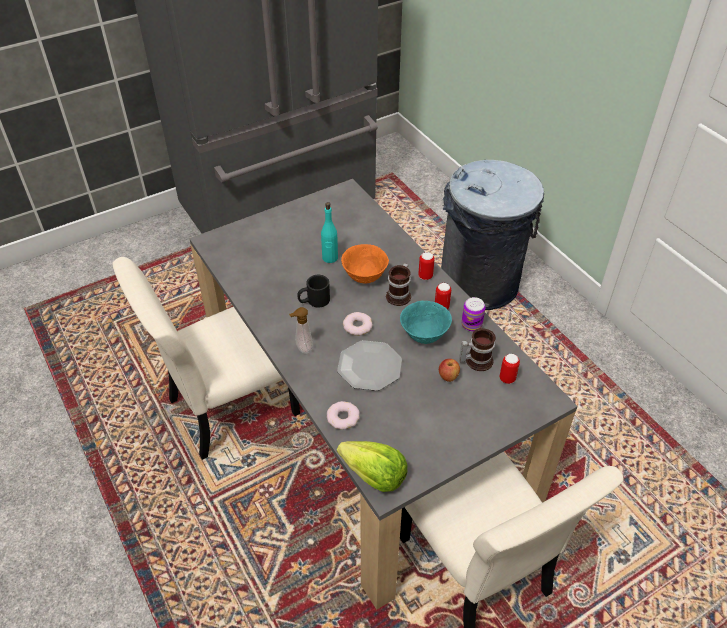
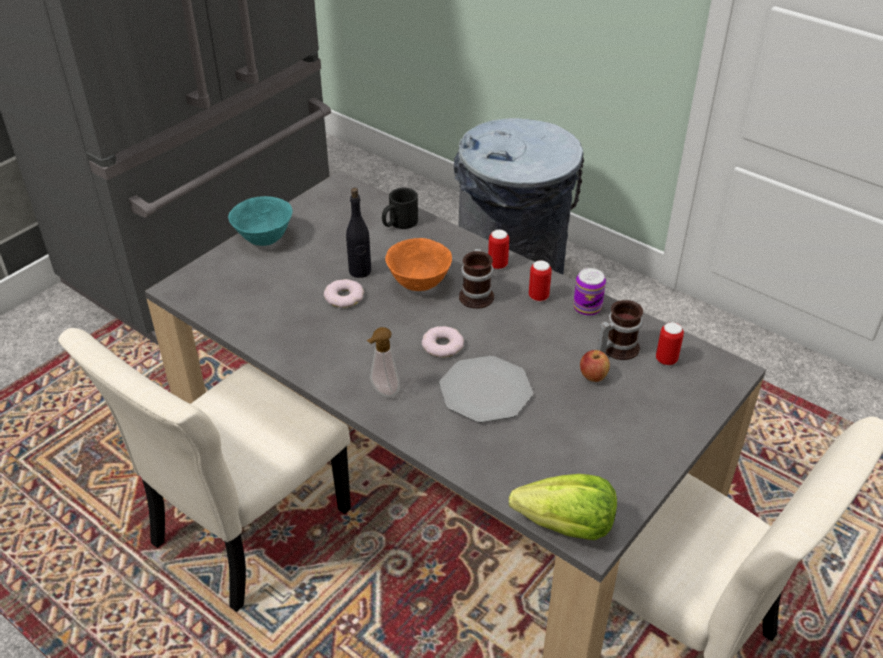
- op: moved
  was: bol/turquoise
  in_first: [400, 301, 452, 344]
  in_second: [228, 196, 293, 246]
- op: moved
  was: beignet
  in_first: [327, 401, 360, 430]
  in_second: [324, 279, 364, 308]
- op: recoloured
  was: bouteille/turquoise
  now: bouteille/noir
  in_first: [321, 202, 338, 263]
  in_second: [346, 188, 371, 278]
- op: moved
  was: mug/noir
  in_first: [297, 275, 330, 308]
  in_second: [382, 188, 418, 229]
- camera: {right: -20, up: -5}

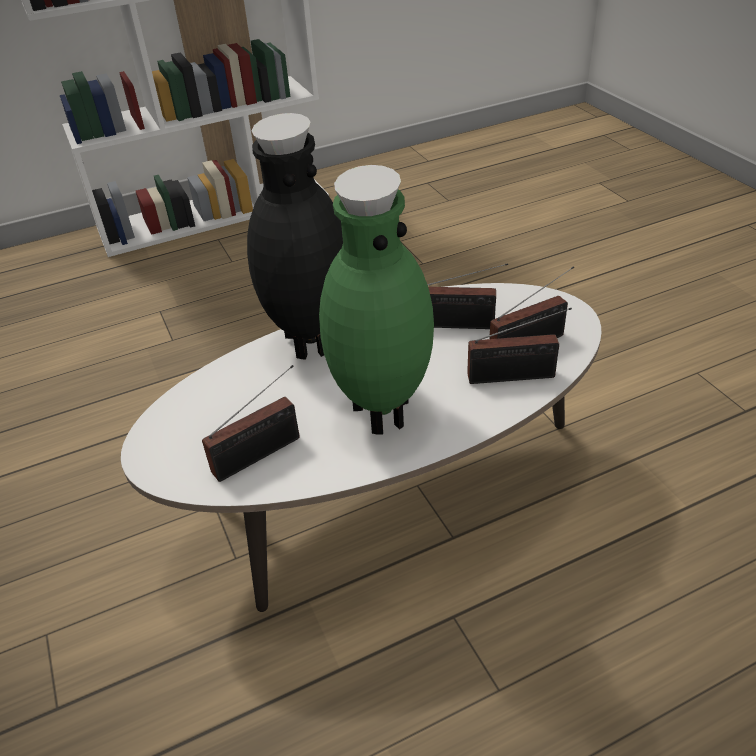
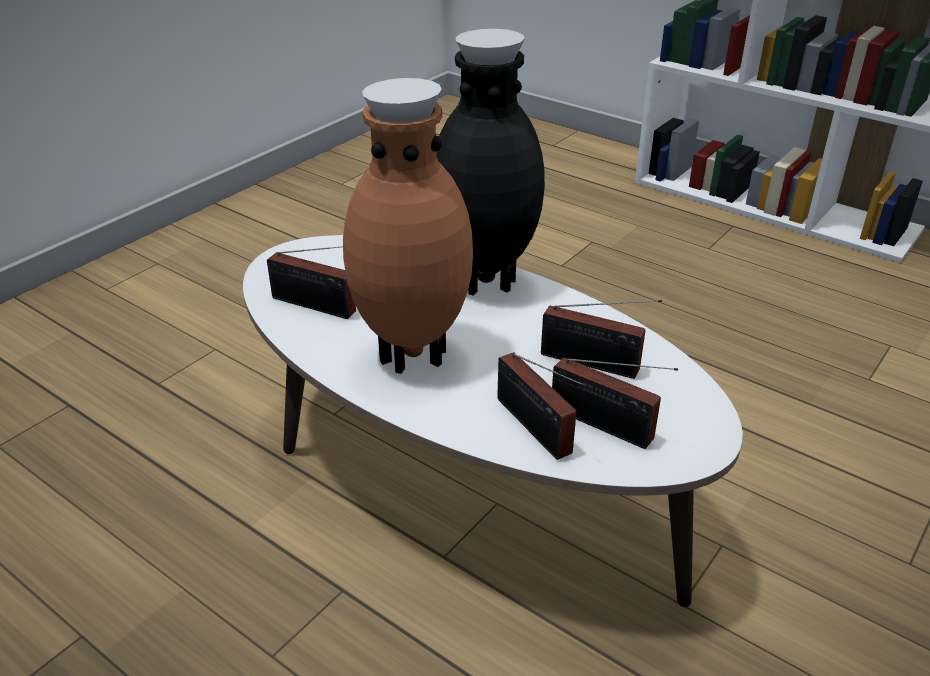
- op: recoloured
  was: vase/vert
  now: vase/marron
  in_first: [319, 165, 434, 435]
  in_second: [343, 78, 473, 374]
- op: turned
  was: radio
  in_first: [427, 263, 508, 329]
  in_second: [541, 300, 662, 379]
  clockwise: -45
- camera: {right: 60, up: -5}

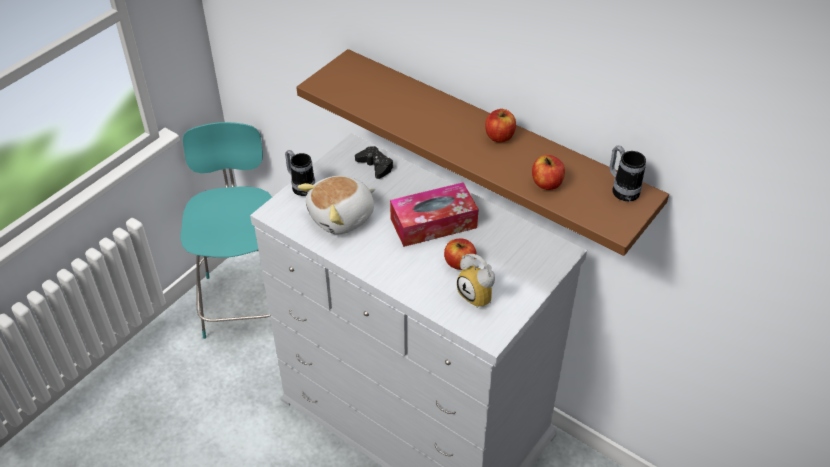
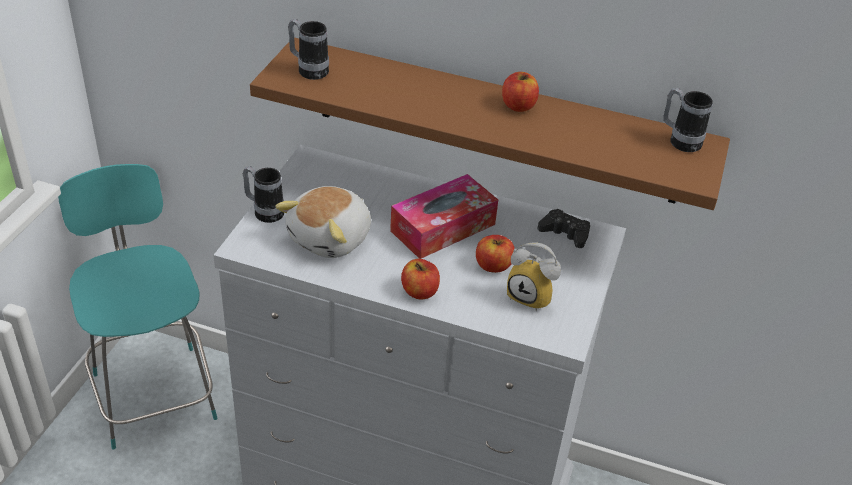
- op: added
  now: mug
  in_second: [288, 19, 329, 80]
- op: moved
  was: pomme
  in_first: [532, 155, 565, 190]
  in_second: [401, 259, 440, 300]
- op: moved
  was: manette/noir
  in_first: [355, 146, 393, 179]
  in_second: [537, 209, 590, 248]
- camera: {right: -20, up: -5}

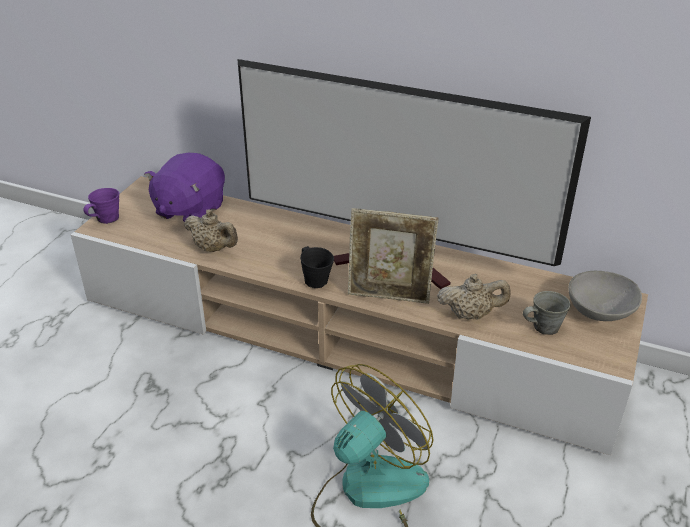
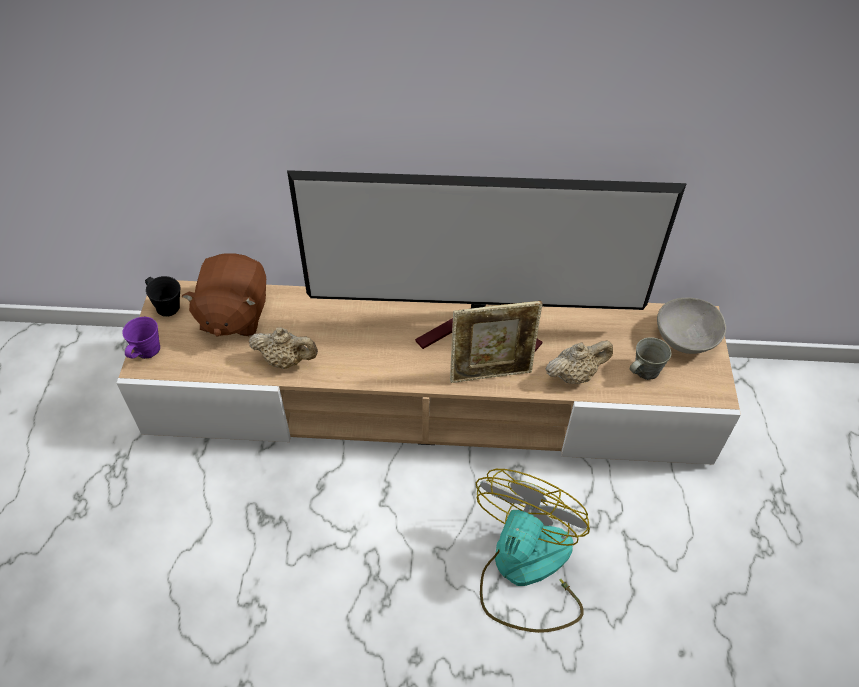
- op: moved
  was: mug/noir
  in_first: [300, 246, 334, 288]
  in_second: [145, 276, 180, 317]
- op: recoloured
  was: peluche/violet
  now: peluche/marron
  in_first: [144, 153, 225, 222]
  in_second: [182, 253, 266, 337]
- camera: {right: -20, up: 15}

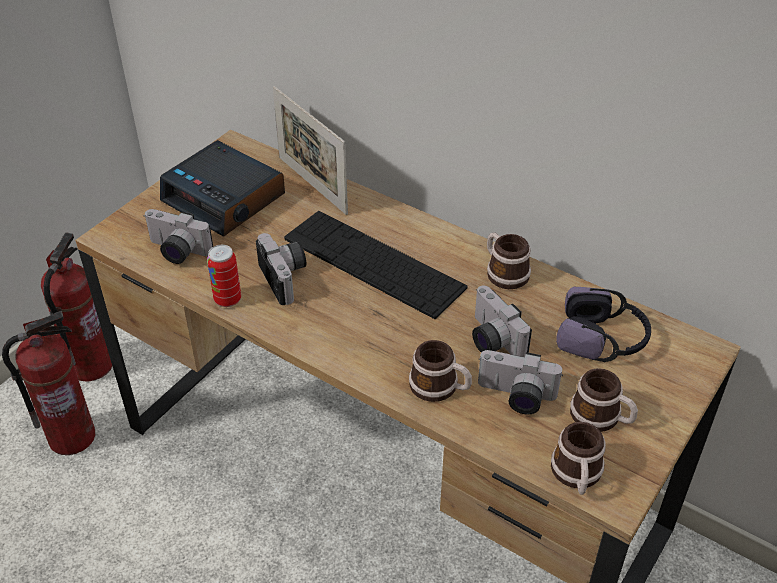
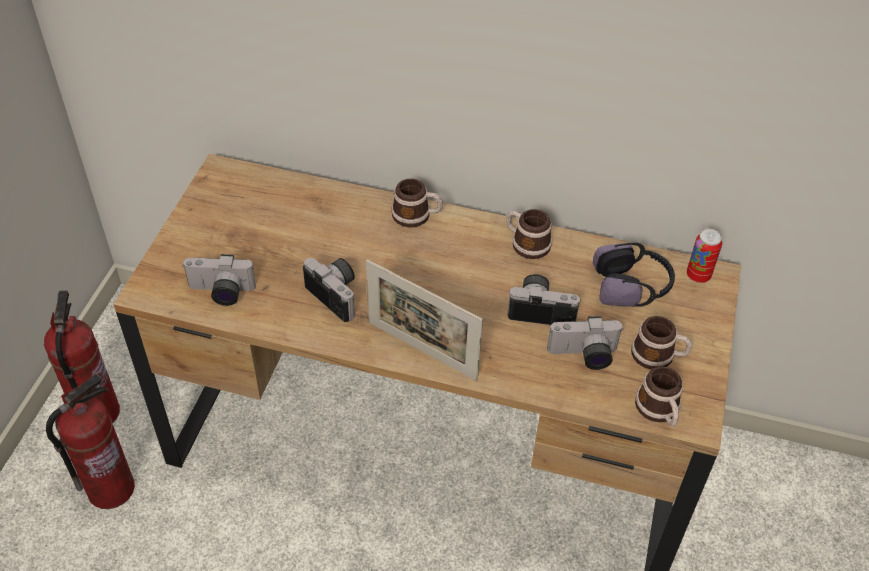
- op: moved
  was: cadre photo
  in_first: [273, 86, 348, 215]
  in_second: [366, 259, 483, 381]
- op: moved
  was: mug
  in_first: [409, 340, 472, 402]
  in_second: [391, 179, 443, 227]
- op: turned
  was: appareil photo
  in_first: [472, 285, 532, 357]
  in_second: [507, 274, 581, 325]
  clockwise: 150
- op: moved
  was: boîte métallique
  in_first: [207, 245, 241, 307]
  in_second: [687, 228, 722, 283]
- op: removed
  was: réveil
  in_first: [160, 140, 285, 237]
- op: removed
  was: clavier
  in_first: [284, 211, 468, 319]
- camera: {right: -20, up: 5}

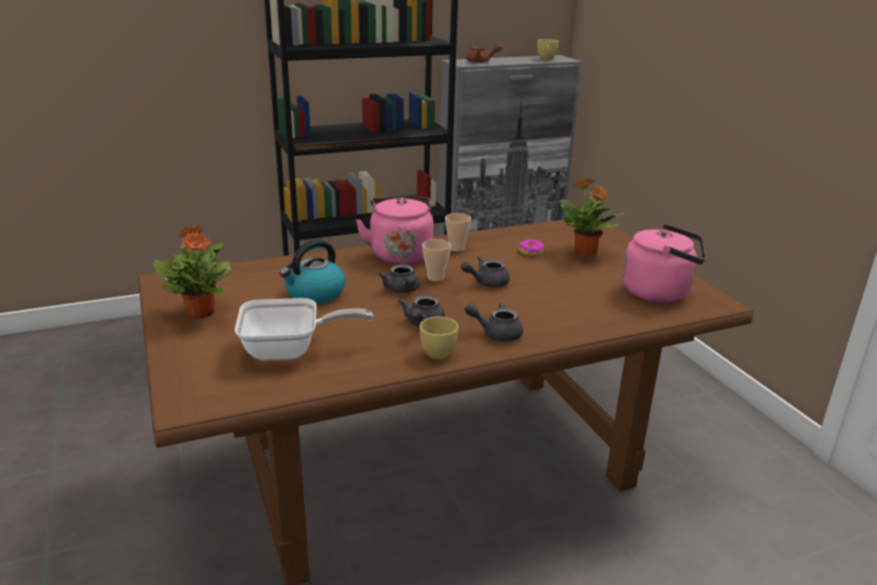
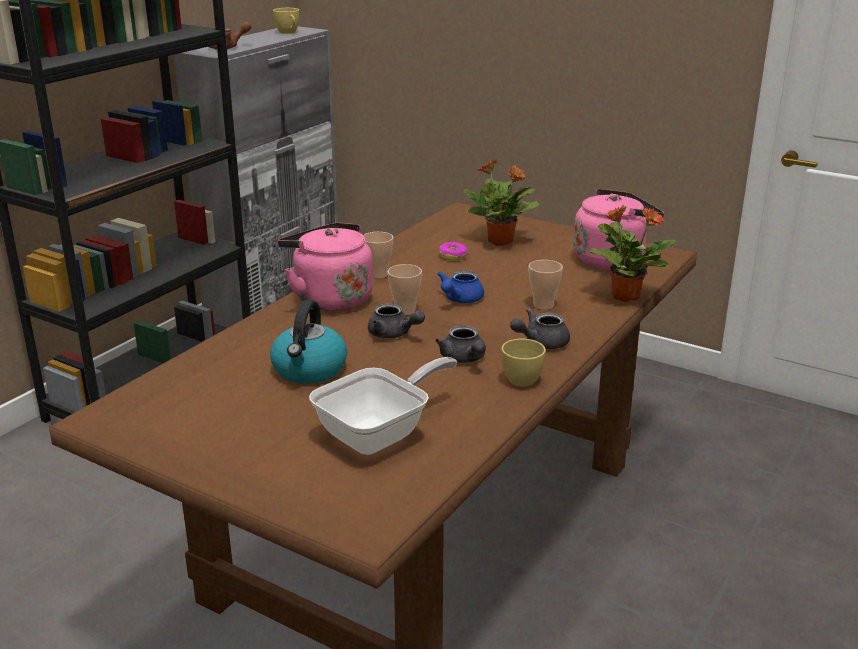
- op: recoloured
  was: théière/gris
  now: théière/bleu
  in_first: [461, 256, 510, 288]
  in_second: [437, 271, 484, 303]
- op: added
  now: tasse
  in_second: [528, 260, 563, 310]
- op: moved
  was: plante en pot
  in_first: [153, 225, 231, 318]
  in_second: [586, 205, 676, 302]
- camera: {right: -35, up: 0}

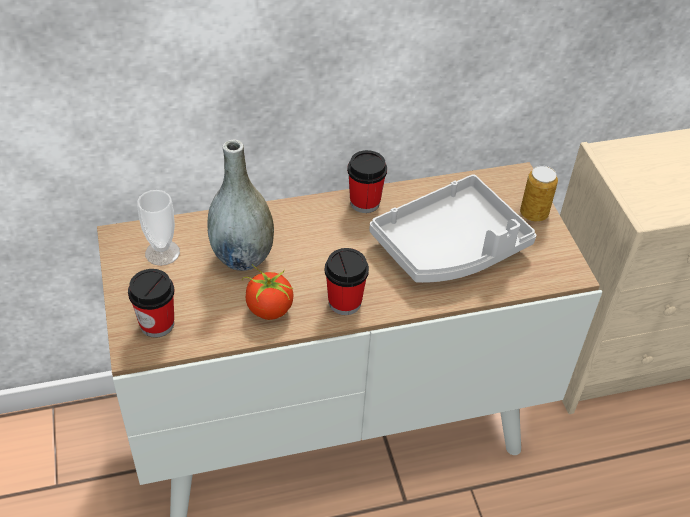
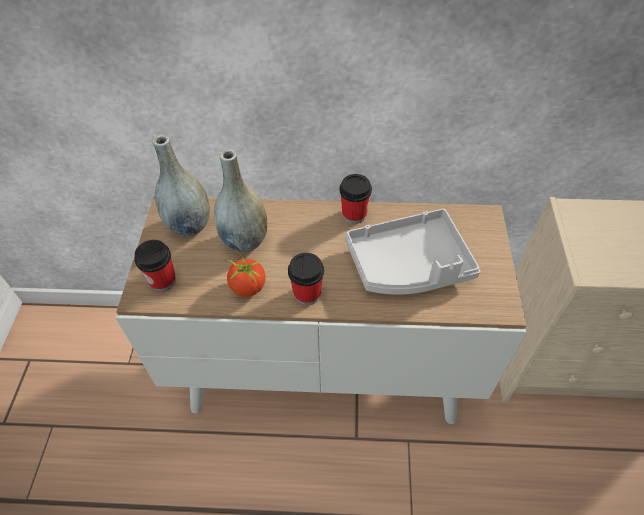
- op: replaced
  was: tasse
  now: vase/gris
  in_first: [137, 190, 180, 266]
  in_second: [152, 135, 210, 237]
- op: removed
  was: boîte métallique
  in_first: [520, 166, 558, 222]
- camera: {right: 20, up: 5}

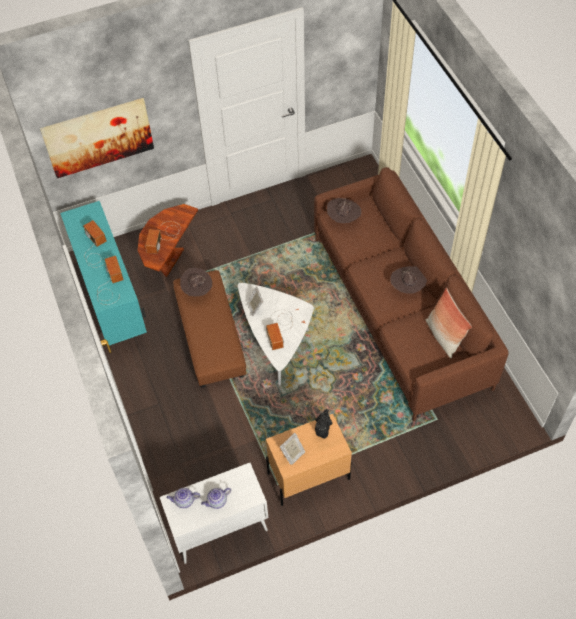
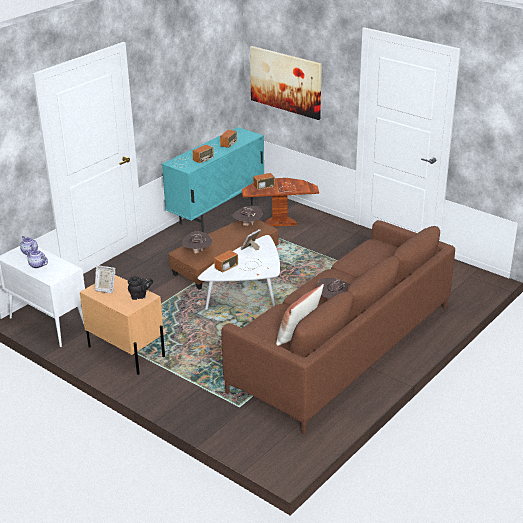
- op: moved
  was: chapeau/marron
  in_first: [327, 198, 361, 223]
  in_second: [182, 231, 212, 254]
- camera: {right: 60, up: -25}

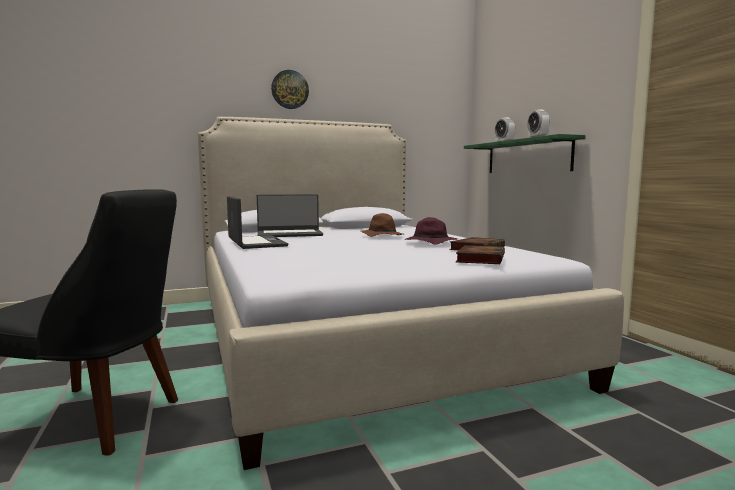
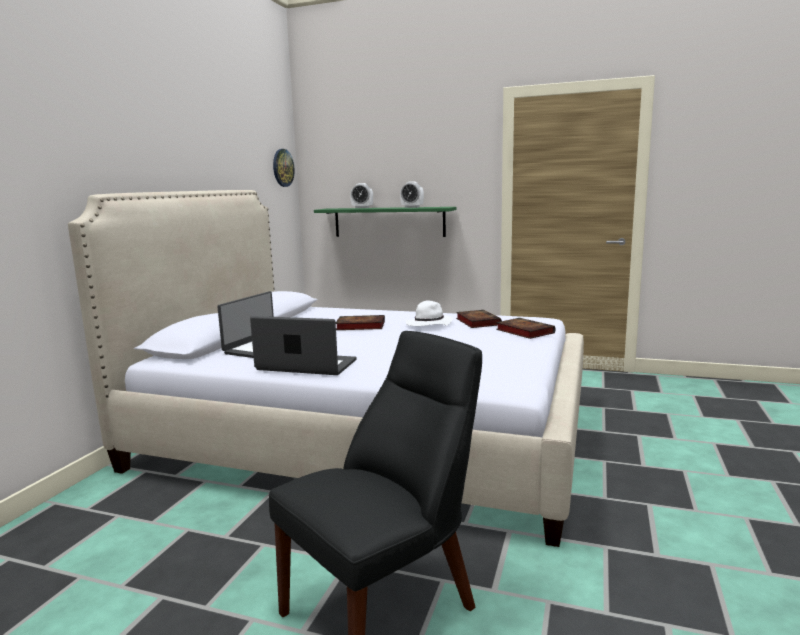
- op: moved
  was: horloge murale
  in_first: [271, 70, 309, 109]
  in_second: [273, 149, 295, 187]
- op: replaced
  was: chapeau/marron
  now: livre
  in_first: [361, 213, 403, 237]
  in_second: [336, 315, 385, 330]
- op: recoloured
  was: chapeau/violet
  now: chapeau/blanc
  in_first: [404, 217, 457, 245]
  in_second: [405, 301, 453, 326]
- camera: {right: -50, up: 5}

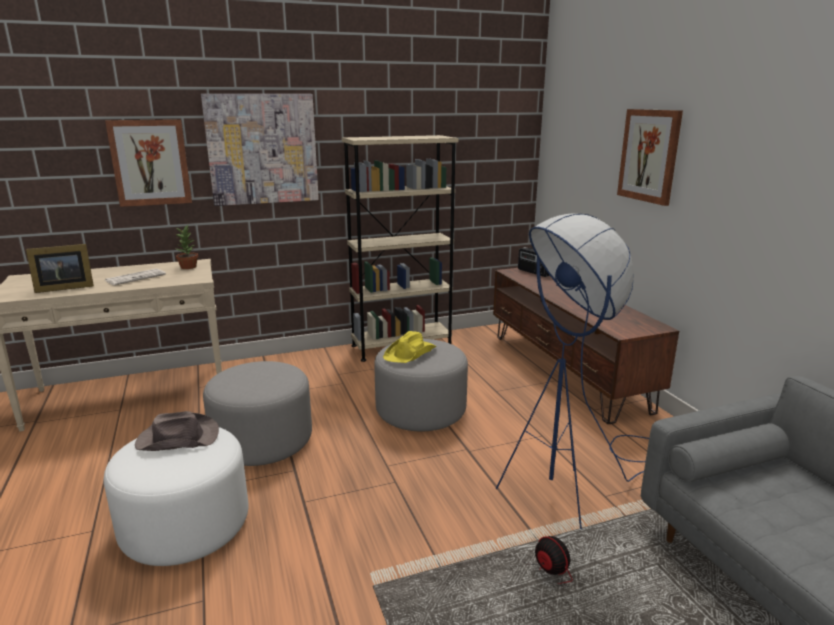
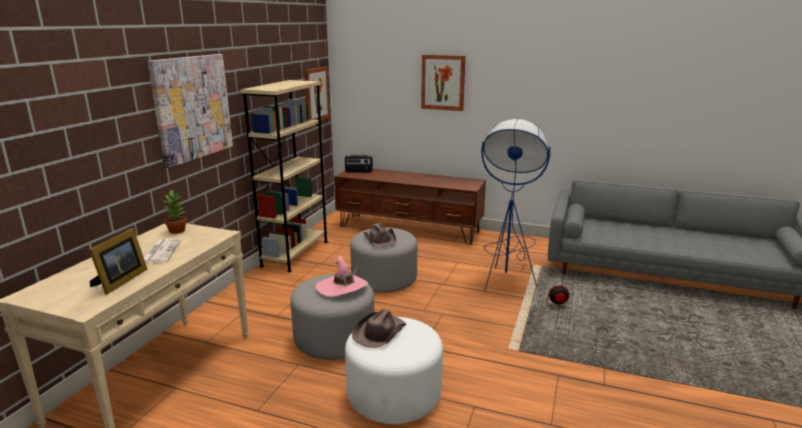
- op: moved
  was: tableau
  in_first: [105, 119, 192, 207]
  in_second: [304, 67, 330, 120]
- op: added
  now: chapeau/rose
  in_second: [316, 256, 368, 297]
- op: recoloured
  was: chapeau/jaune
  now: chapeau/marron
  in_first: [383, 331, 437, 363]
  in_second: [364, 223, 396, 248]
- camera: {right: -50, up: 0}

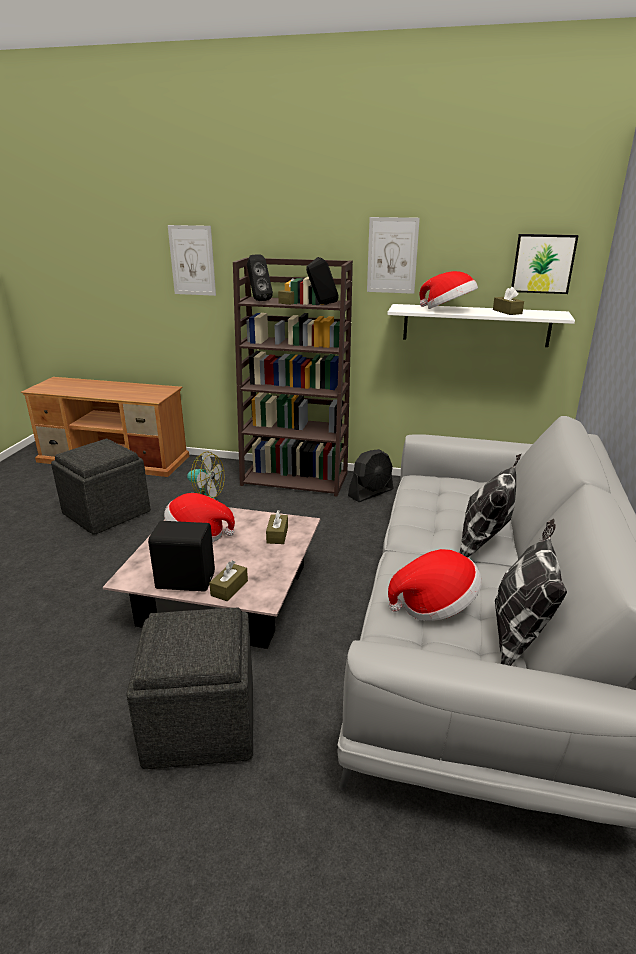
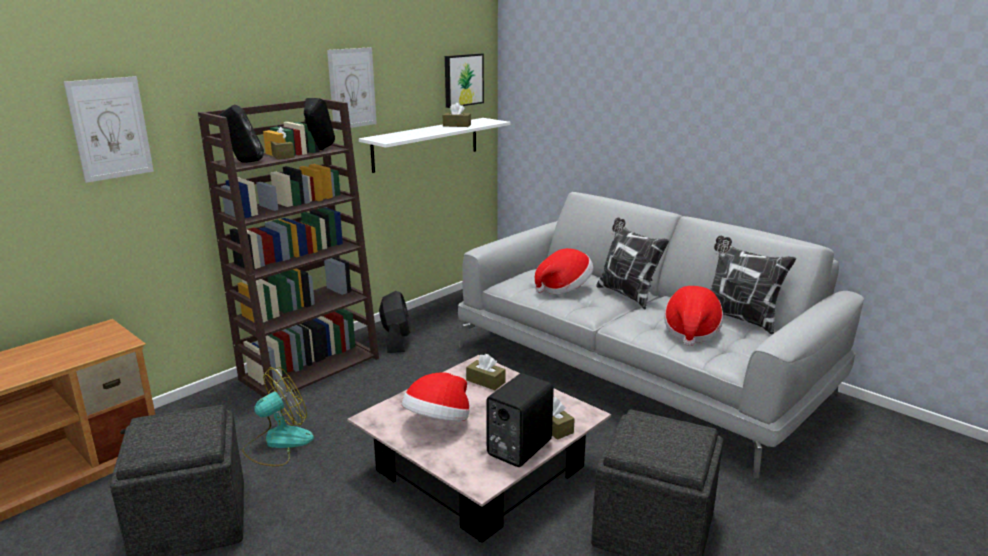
- op: moved
  was: chapeau
  in_first: [419, 271, 478, 309]
  in_second: [535, 248, 593, 294]
- camera: {right: -60, up: -5}

